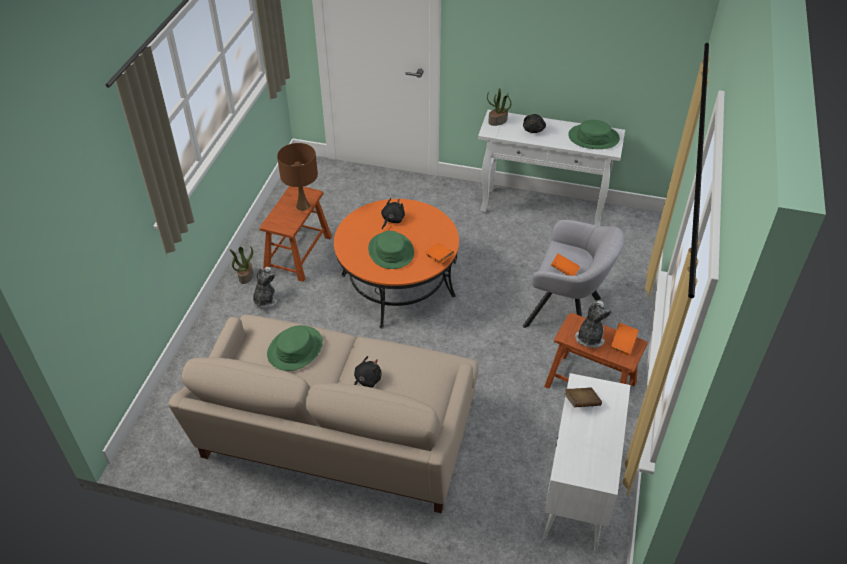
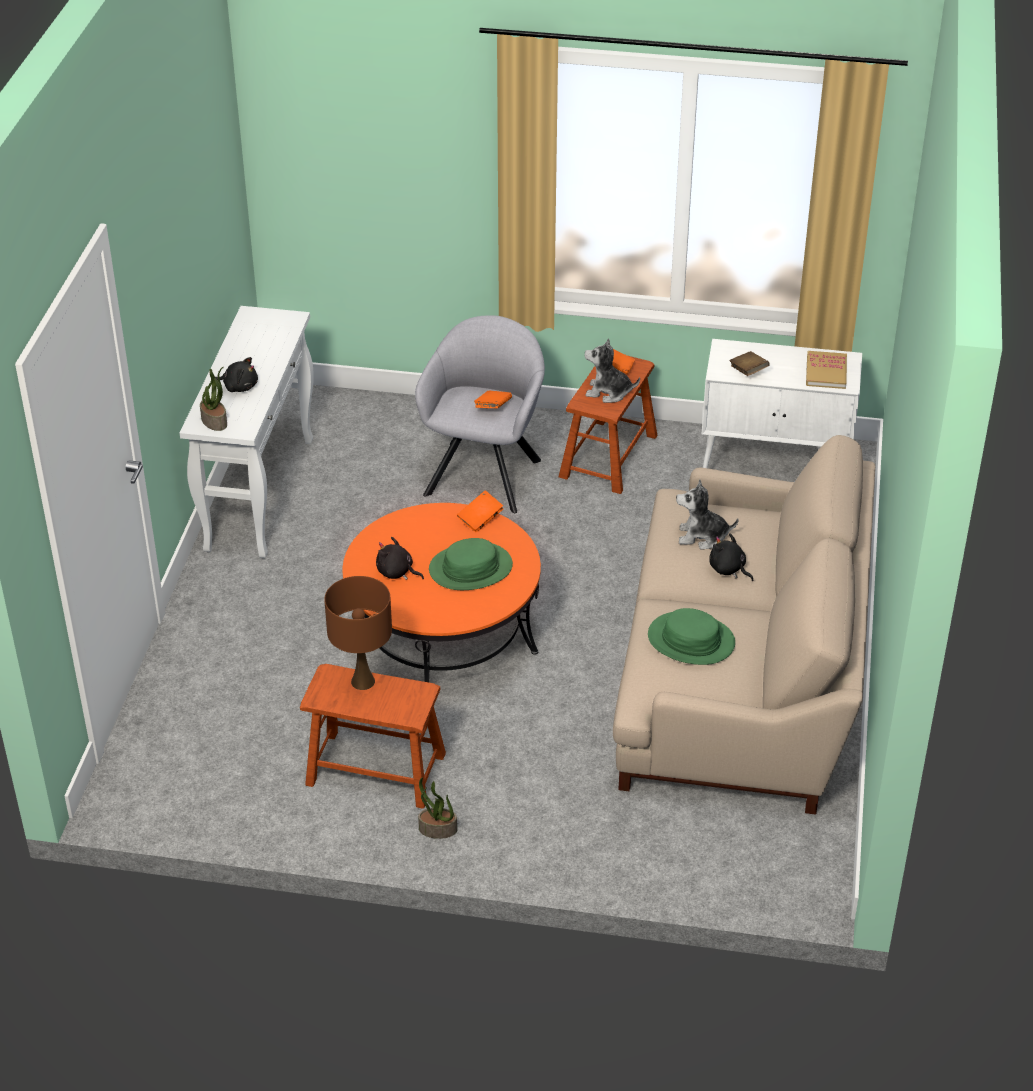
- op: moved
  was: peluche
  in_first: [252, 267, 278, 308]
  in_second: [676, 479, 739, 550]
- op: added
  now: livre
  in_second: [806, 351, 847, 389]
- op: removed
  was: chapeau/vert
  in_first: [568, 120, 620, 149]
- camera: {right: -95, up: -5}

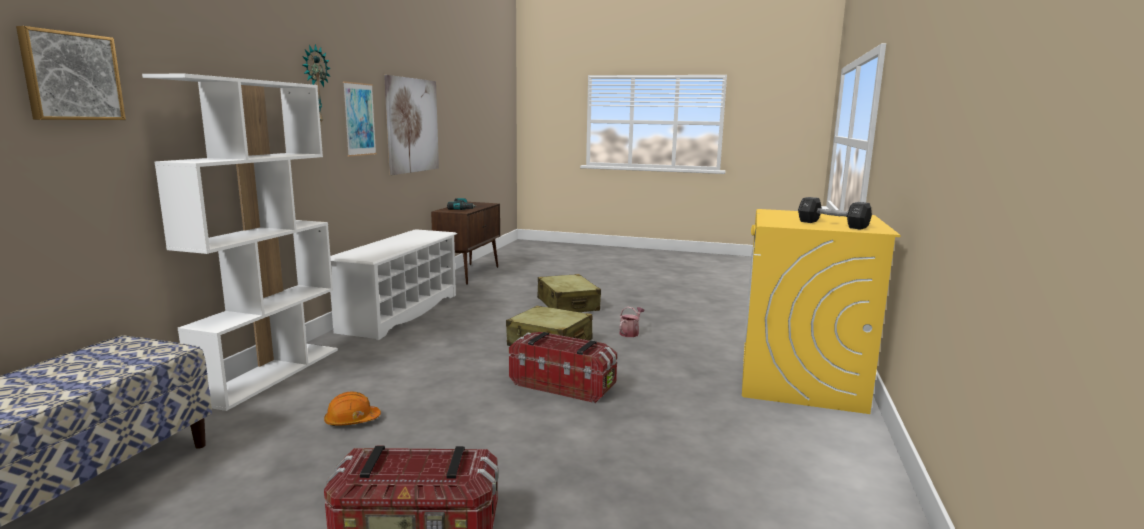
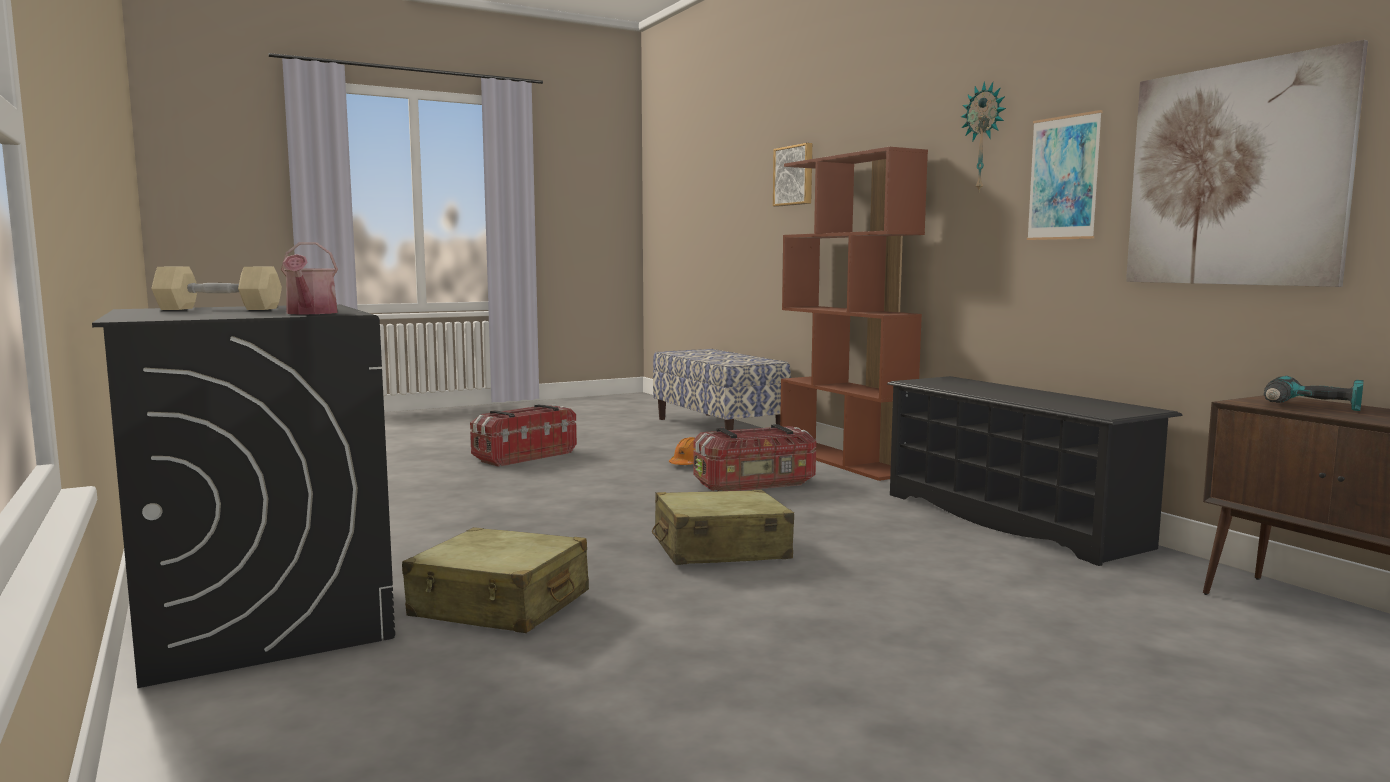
- op: recoloured
  was: lave-linge/jaune
  now: lave-linge/noir
  in_first: [742, 209, 901, 414]
  in_second: [92, 304, 395, 688]
- op: recoloured
  was: haltère/noir
  now: haltère/beige
  in_first: [798, 197, 872, 230]
  in_second: [151, 267, 282, 310]
- op: moved
  was: arrosoir
  in_first: [619, 307, 645, 337]
  in_second: [281, 242, 338, 314]
- op: moved
  was: valise/beige
  in_first: [537, 274, 601, 312]
  in_second: [402, 527, 589, 633]
- op: moved
  was: boîte de rangement
  in_first: [509, 332, 617, 403]
  in_second: [693, 424, 816, 491]
- op: recoloured
  was: bibliothèque/blanc
  now: bibliothèque/marron
  in_first: [142, 74, 338, 411]
  in_second: [780, 147, 928, 481]
- op: recoloured
  was: étagère à chaussures/blanc
  now: étagère à chaussures/noir
  in_first: [330, 229, 457, 340]
  in_second: [887, 376, 1183, 566]
- camera: {right: 135, up: -5}

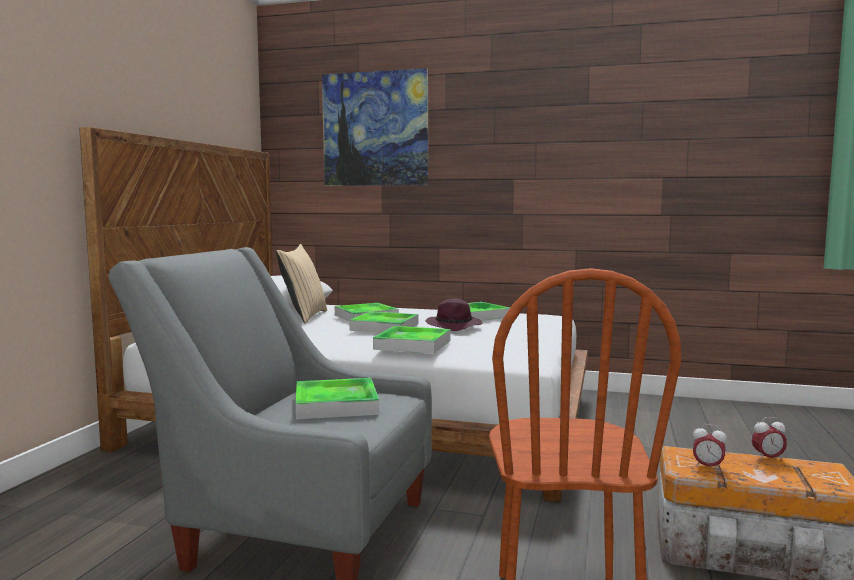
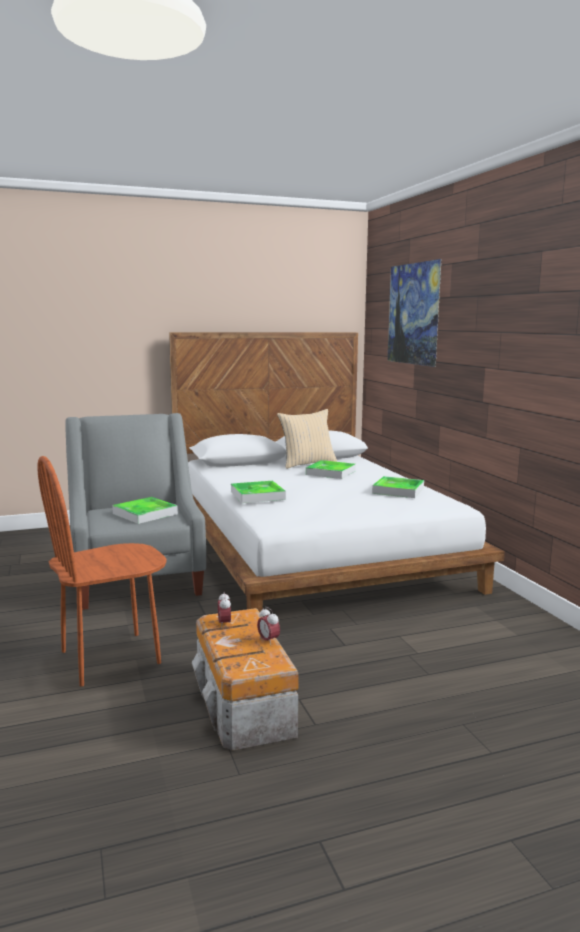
- op: removed
  was: plateau
  in_first: [349, 311, 419, 333]
- op: removed
  was: chapeau/violet
  in_first: [425, 298, 482, 331]
- camera: {right: 55, up: 5}

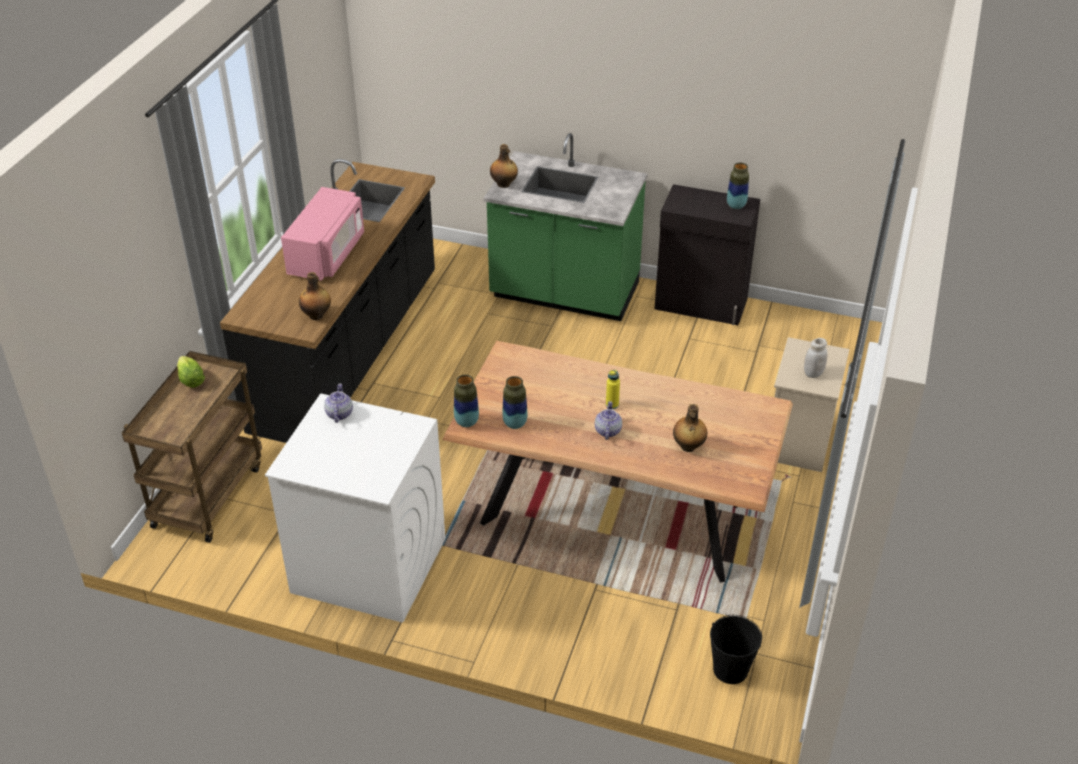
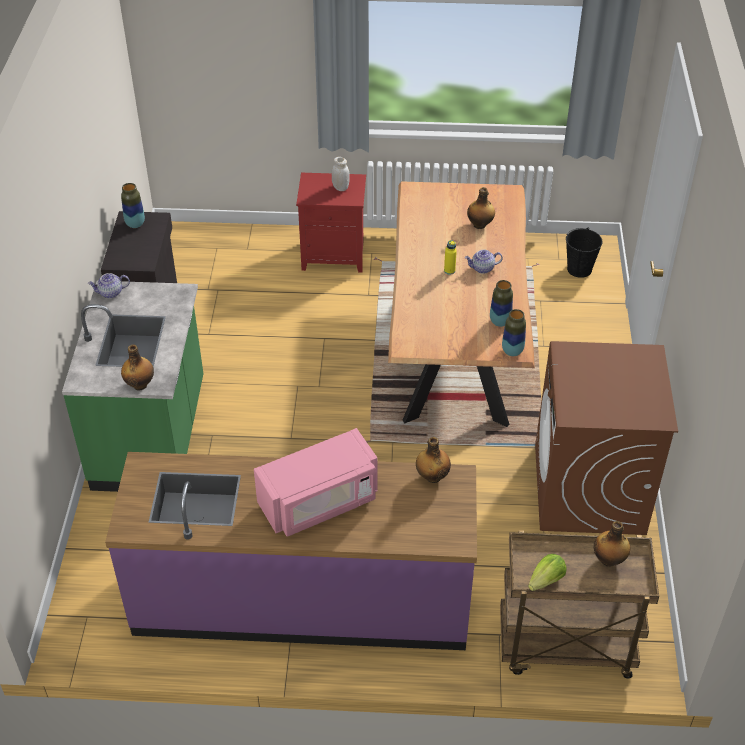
- op: moved
  was: théière
  in_first: [324, 383, 353, 423]
  in_second: [88, 273, 130, 298]
- op: recoloured
  was: comptoir de cuisine/noir
  now: comptoir de cuisine/violet
  in_first: [220, 159, 435, 443]
  in_second: [105, 452, 477, 650]
- op: turned
  was: micro-ondes/rose
  in_first: [281, 187, 364, 281]
  in_second: [254, 428, 378, 537]
  clockwise: 150
- op: recoloured
  was: table de chevet/beige
  now: table de chevet/rouge
  in_first: [774, 337, 849, 472]
  in_second: [296, 173, 366, 273]
- op: recoloured
  was: lave-linge/blanc
  now: lave-linge/marron
  in_first: [265, 394, 445, 623]
  in_second: [535, 341, 678, 535]
- op: added
  now: bouteille
  in_second: [594, 521, 630, 567]
- camera: {right: -105, up: 5}

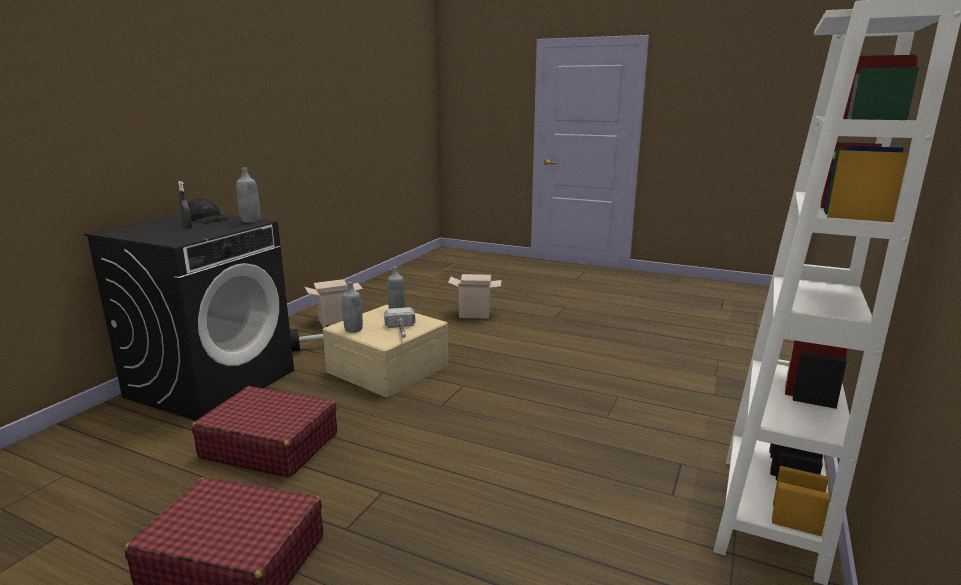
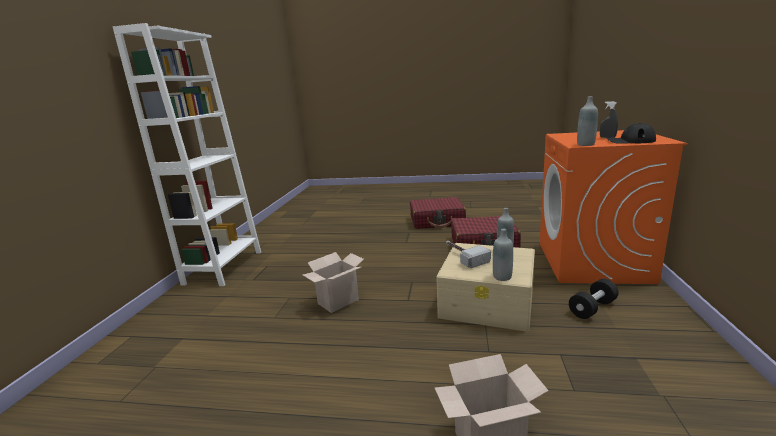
- op: moved
  was: carton
  in_first: [305, 279, 363, 328]
  in_second: [303, 252, 364, 313]
- op: recoloured
  was: lave-linge/noir
  now: lave-linge/orange
  in_first: [84, 214, 294, 421]
  in_second: [539, 130, 688, 284]
- camera: {right: 165, up: 0}

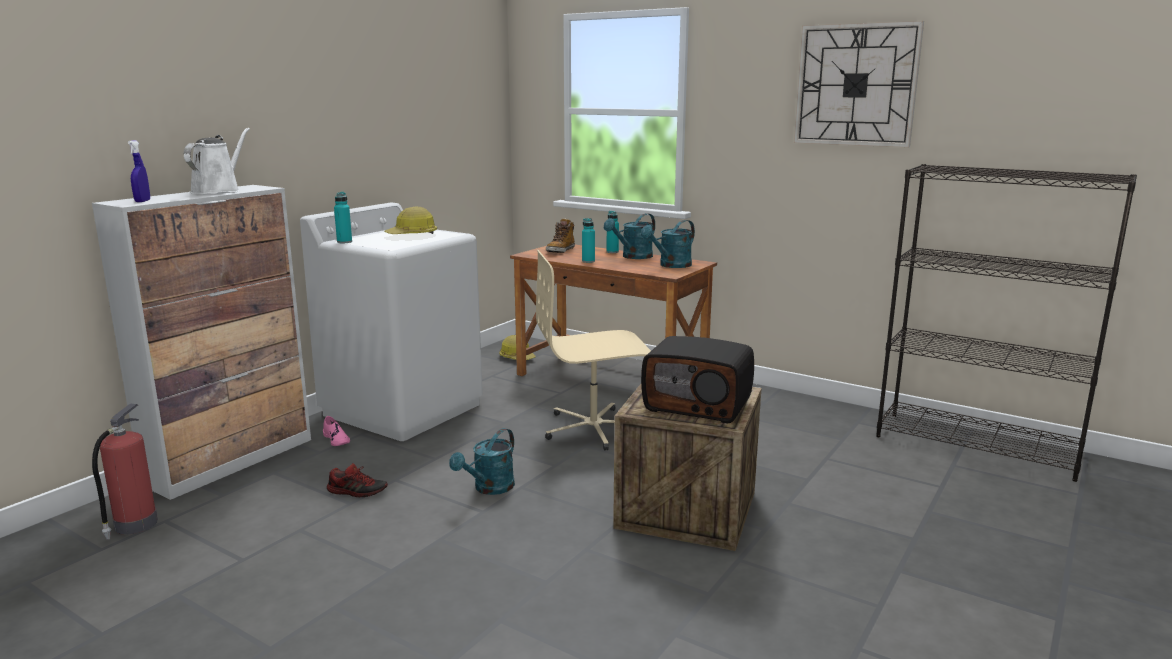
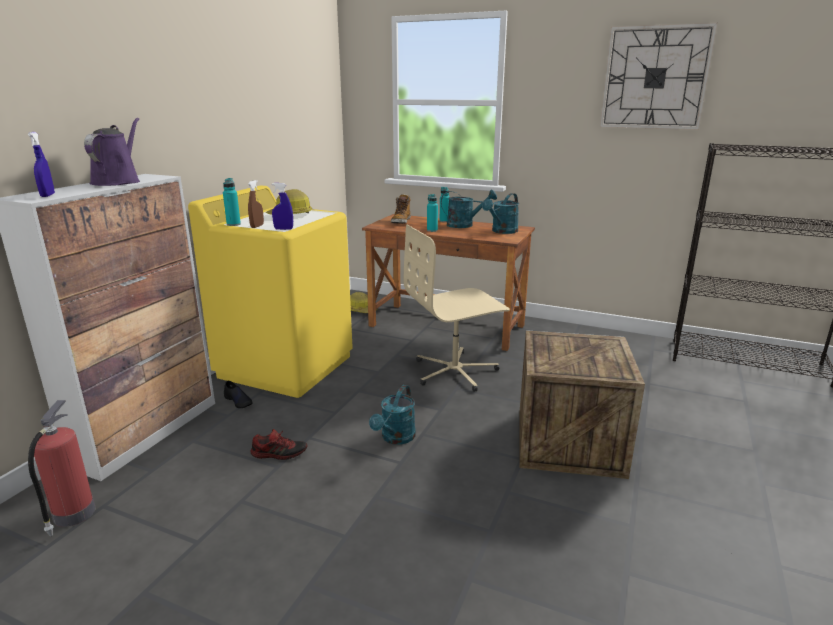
- op: recoloured
  was: arrosoir/blanc
  now: arrosoir/violet
  in_first: [184, 128, 250, 194]
  in_second: [84, 118, 140, 186]
- op: recoloured
  was: lave-linge/blanc
  now: lave-linge/jaune
  in_first: [300, 202, 483, 441]
  in_second: [188, 185, 353, 398]
- op: recoloured
  was: chaussure/rose
  now: chaussure/noir
  in_first: [323, 416, 350, 446]
  in_second: [224, 381, 253, 408]
- op: added
  now: vaporisateur/marron
  in_second: [248, 180, 264, 228]
- op: added
  now: vaporisateur/bleu
  in_second: [272, 183, 293, 230]
- op: turned
  was: arrosoir/turquoise
  in_first: [604, 213, 655, 259]
  in_second: [441, 190, 497, 228]
  clockwise: -135
- op: removed
  was: radio
  in_first: [641, 336, 754, 424]
- camera: {right: -10, up: 5}

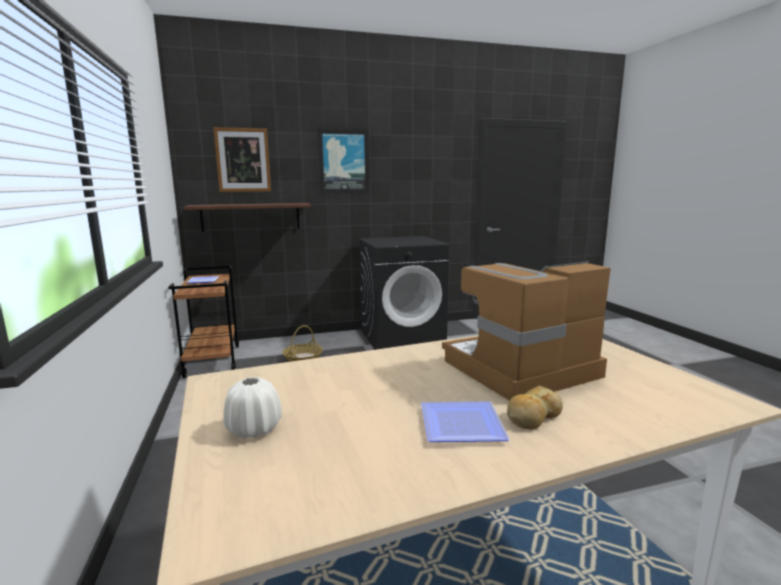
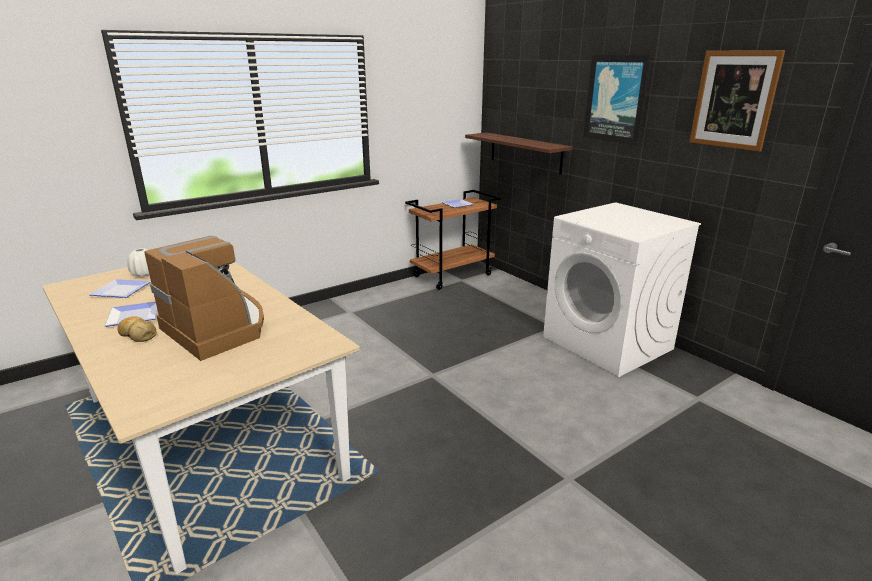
- op: added
  now: assiette
  in_second: [89, 279, 151, 298]
- op: recoloured
  was: lave-linge/noir
  now: lave-linge/blanc
  in_first: [359, 236, 449, 350]
  in_second: [543, 202, 701, 377]
- op: moved
  was: tableau
  in_first: [213, 127, 271, 192]
  in_second: [689, 50, 785, 152]
- op: removed
  was: panier
  in_first: [282, 325, 323, 362]
- camera: {right: 70, up: 10}

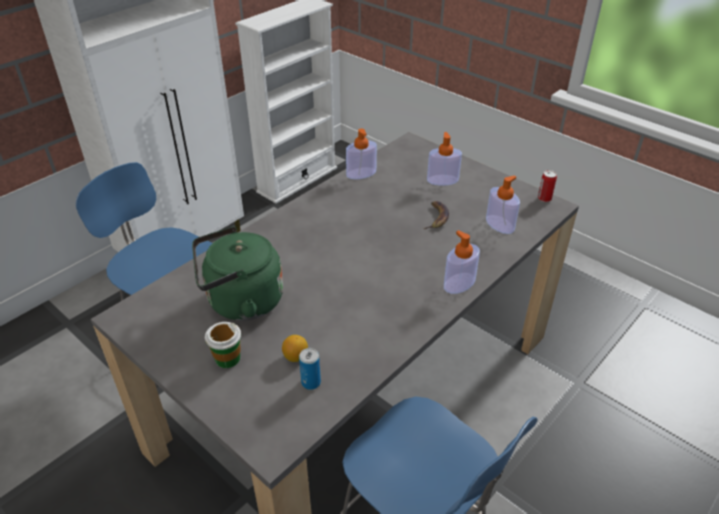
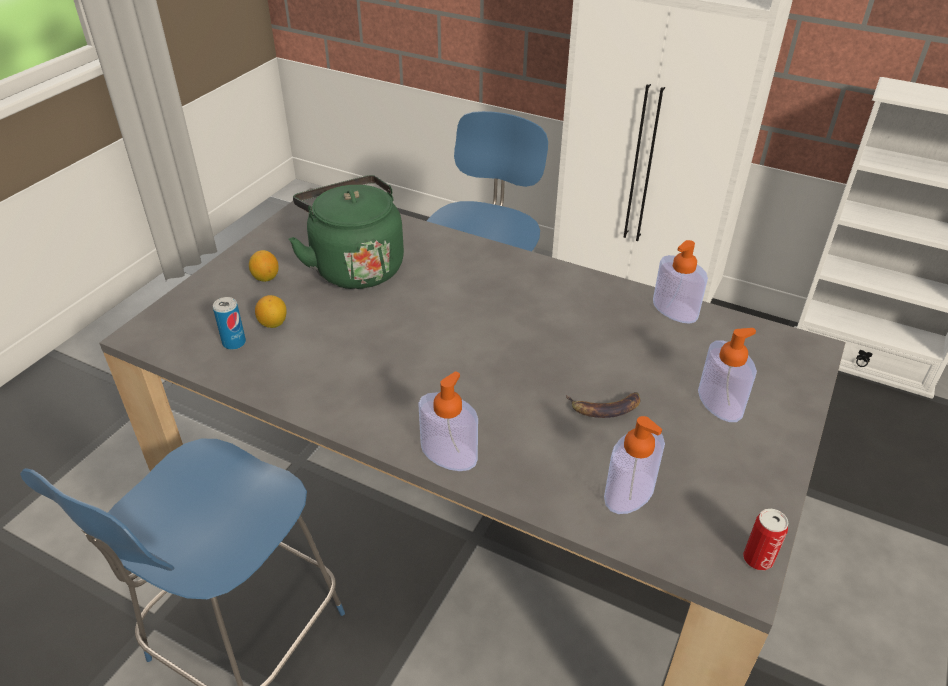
- op: replaced
  was: tasse
  now: citron
  in_first: [205, 322, 241, 368]
  in_second: [249, 250, 279, 282]
- camera: {right: 75, up: 0}

